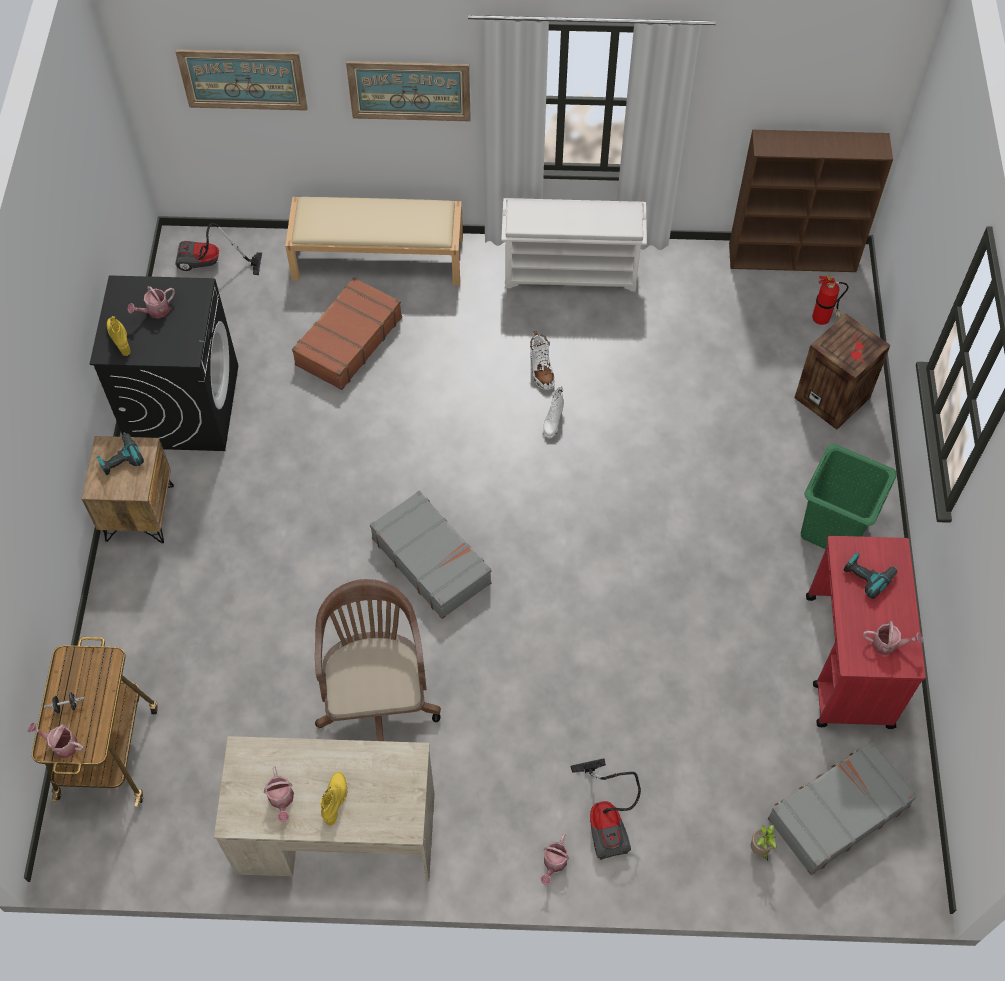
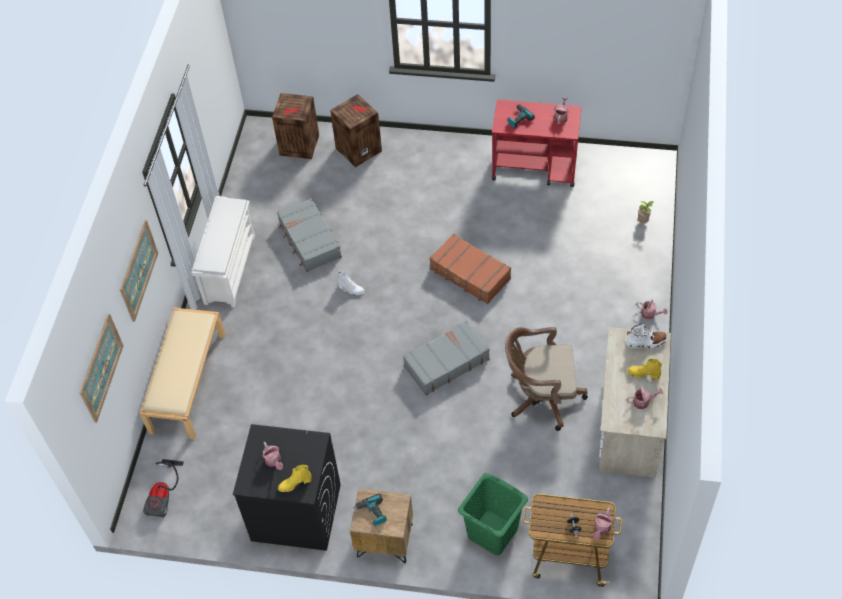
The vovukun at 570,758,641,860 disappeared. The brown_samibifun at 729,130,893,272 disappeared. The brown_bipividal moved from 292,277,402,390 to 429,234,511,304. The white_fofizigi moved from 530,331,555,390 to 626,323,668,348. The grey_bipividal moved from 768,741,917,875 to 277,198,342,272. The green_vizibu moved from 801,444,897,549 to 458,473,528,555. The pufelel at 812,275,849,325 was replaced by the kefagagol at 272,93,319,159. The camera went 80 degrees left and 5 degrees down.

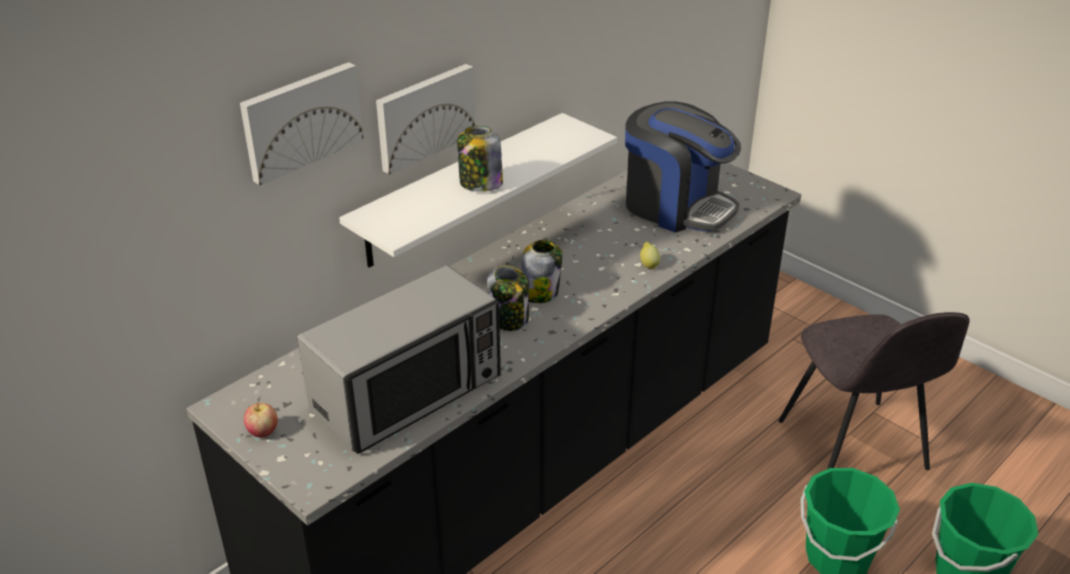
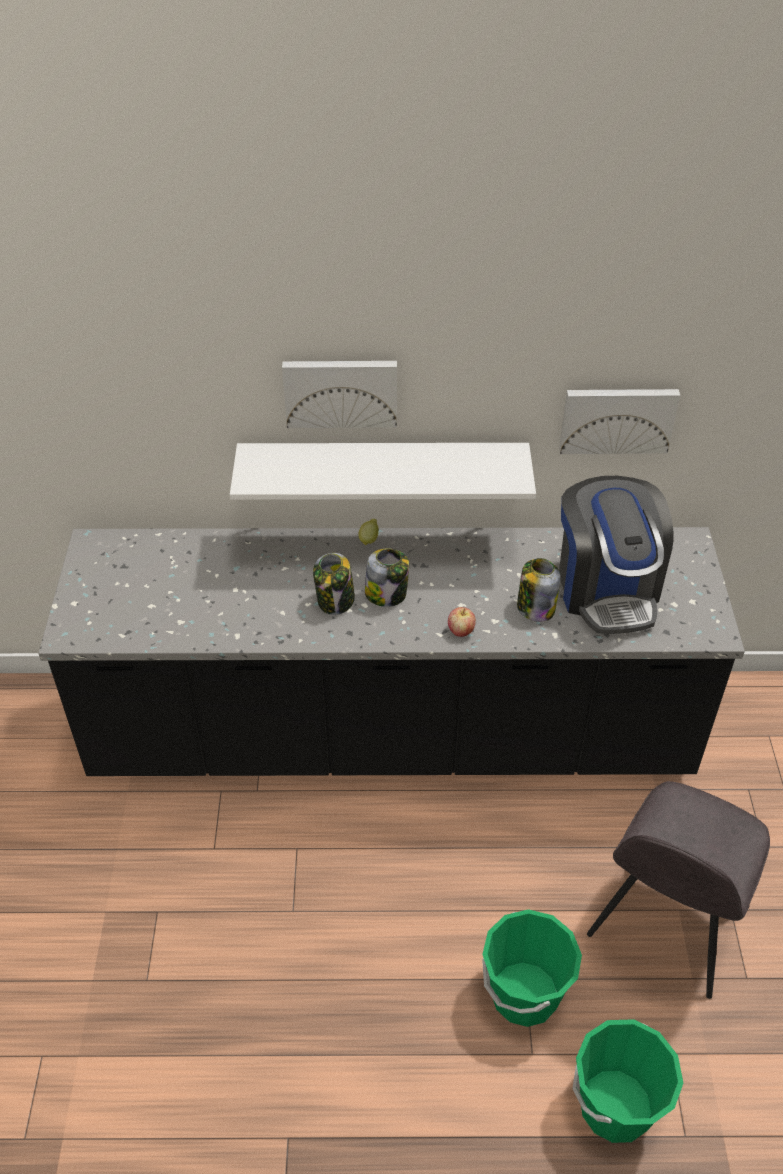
The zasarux at 297,265,501,454 disappeared. The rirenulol moved from 240,62,364,185 to 559,389,680,454. The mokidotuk moved from 244,403,278,438 to 448,607,476,637. The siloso moved from 457,126,503,192 to 517,558,561,622. The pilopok moved from 640,242,660,270 to 358,519,379,545. The camera went 45 degrees right and 10 degrees up.

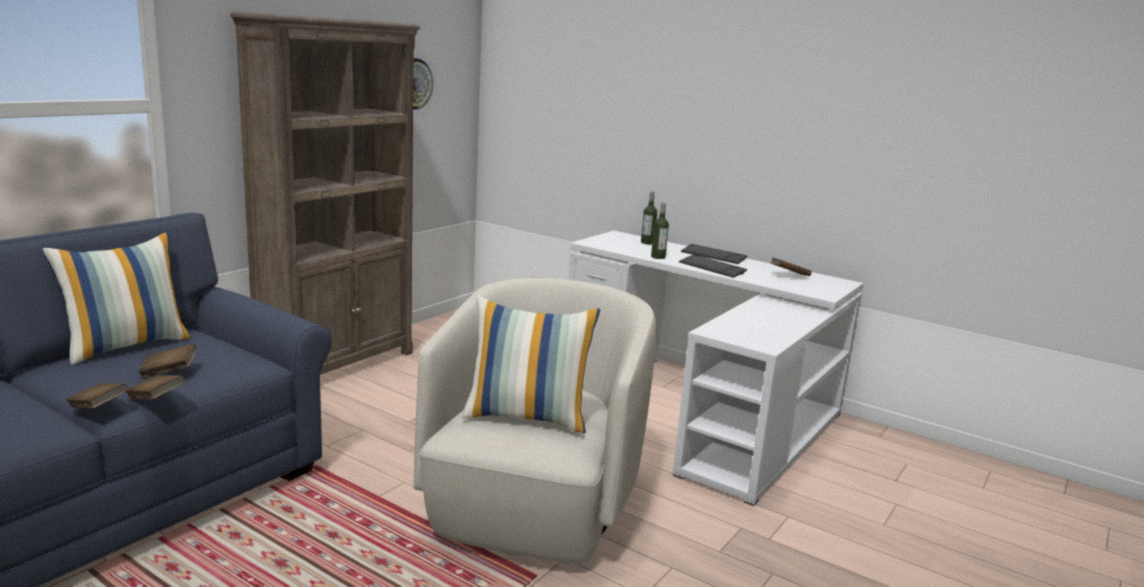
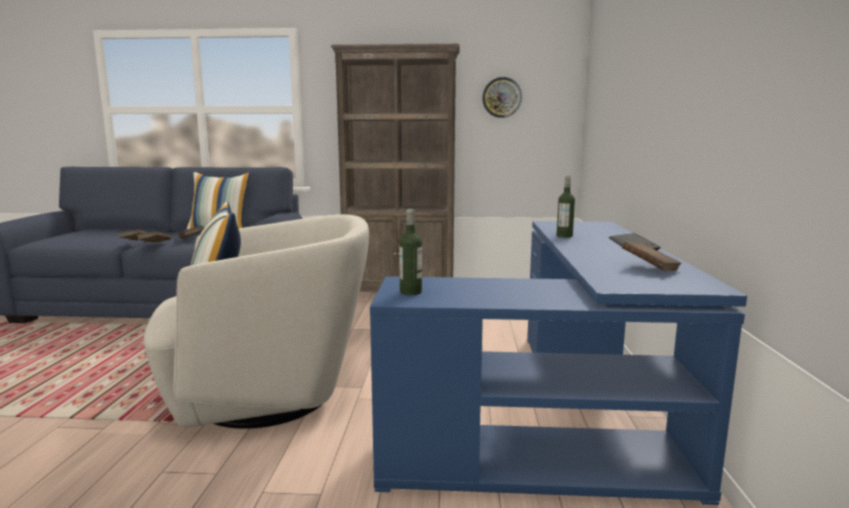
The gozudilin at 679,255,747,278 disappeared. The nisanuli moved from 641,191,657,244 to 399,209,422,295. The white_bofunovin at 568,231,864,506 became the blue_bofunovin at 370,221,747,505. The camera went 60 degrees right and 5 degrees down.

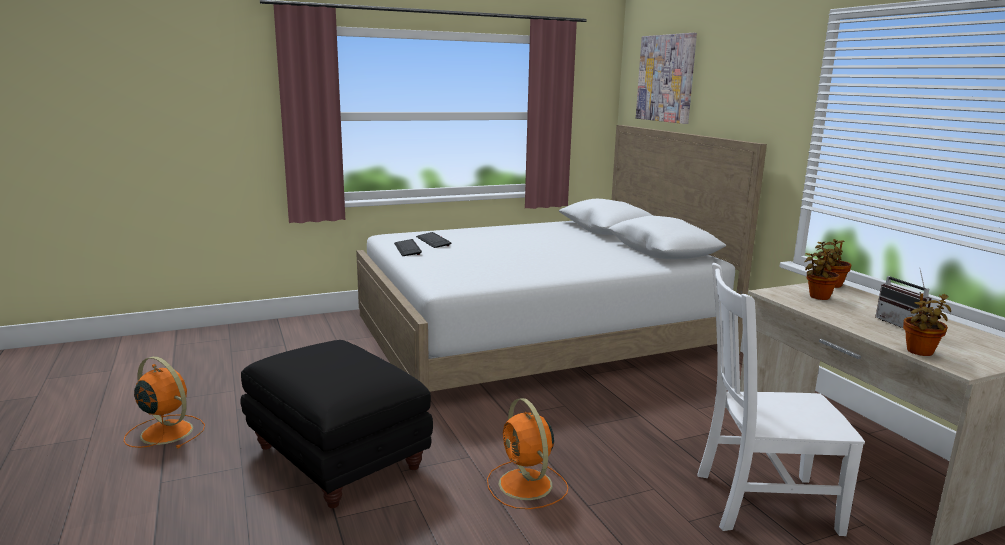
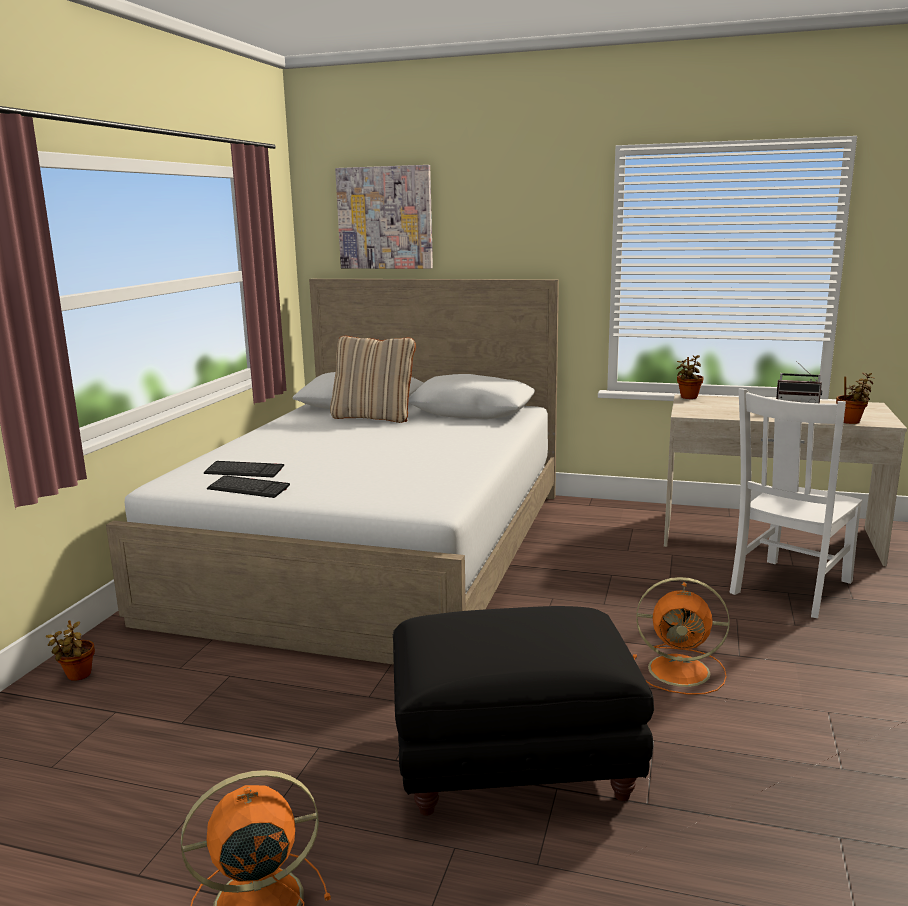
The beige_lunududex at 330,336,416,423 appeared. The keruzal moved from 804,249,840,300 to 46,620,95,681. The camera went 50 degrees left and 0 degrees up.

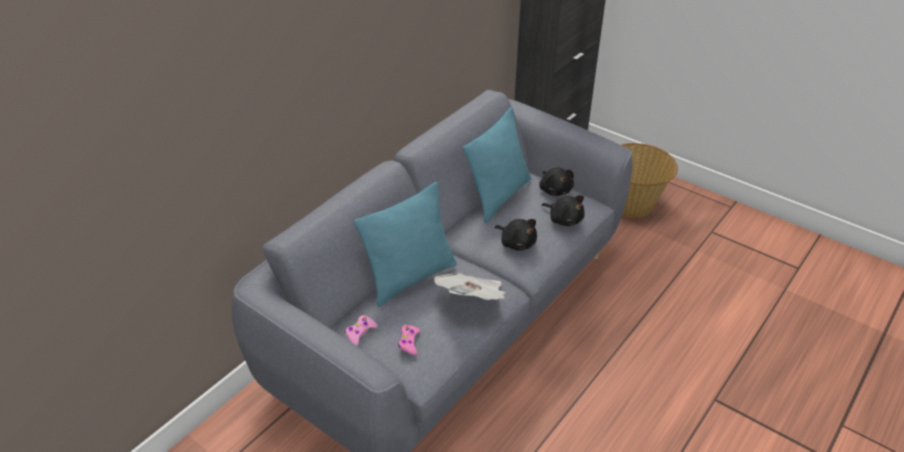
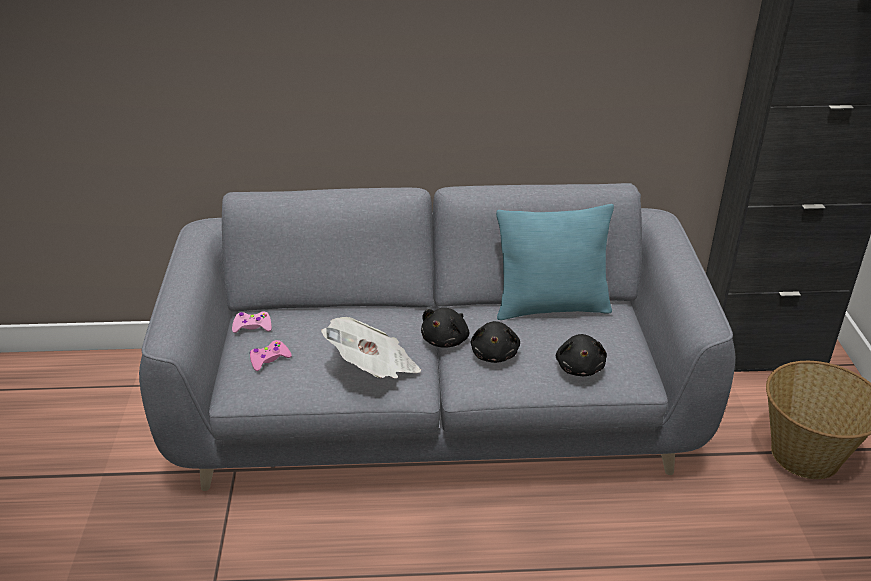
The turquoise_lunududex at 354,182,457,307 disappeared. The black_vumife moved from 539,167,574,196 to 421,308,469,348. The camera went 50 degrees right and 5 degrees down.

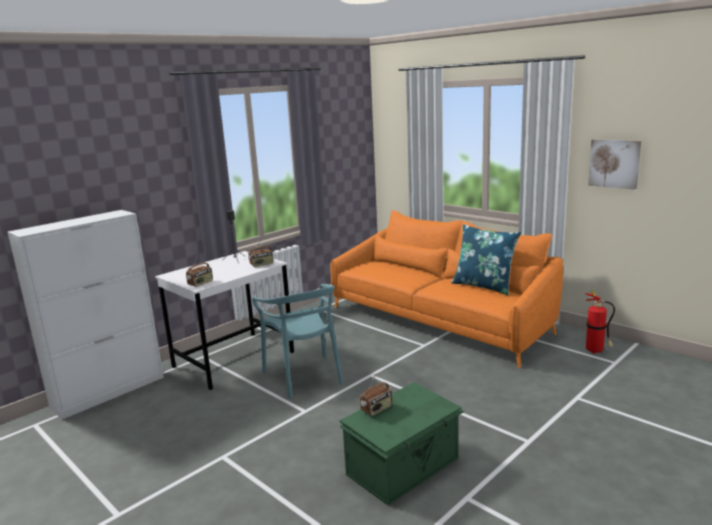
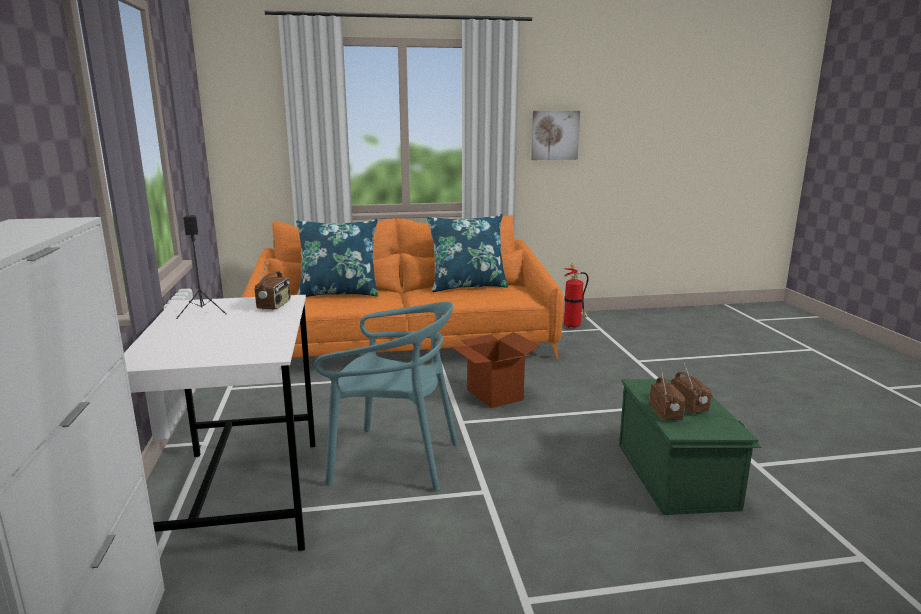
The blue_lunududex at 296,219,379,297 appeared. The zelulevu at 451,332,540,408 appeared. The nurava moved from 186,256,213,287 to 671,362,712,414. The camera went 55 degrees left and 0 degrees up.

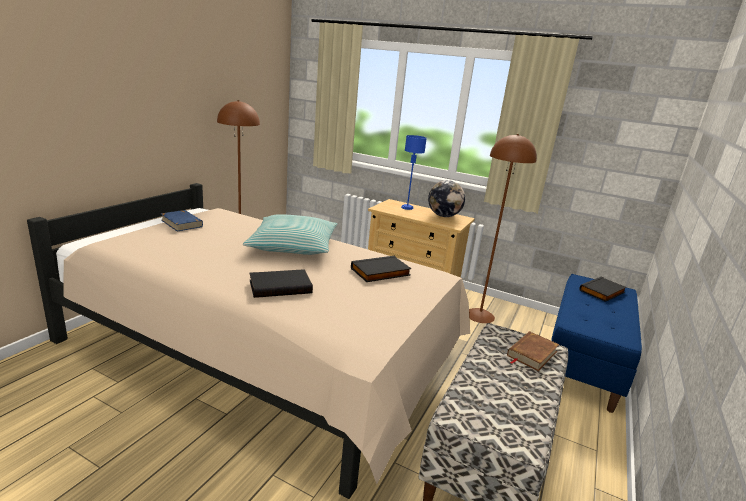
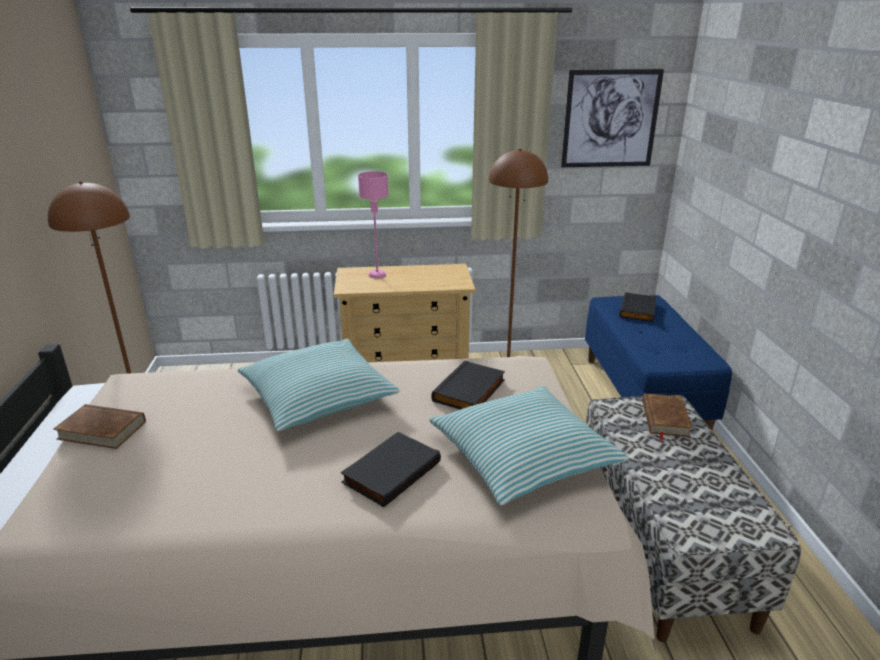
The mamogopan at 428,180,465,217 disappeared. The lunududex at 429,385,629,505 appeared. The rirenulol at 561,69,664,167 appeared. The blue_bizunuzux at 161,210,203,231 became the brown_bizunuzux at 53,404,146,449. The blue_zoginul at 401,135,427,210 became the pink_zoginul at 358,171,389,279. The camera went 30 degrees left and 5 degrees up.

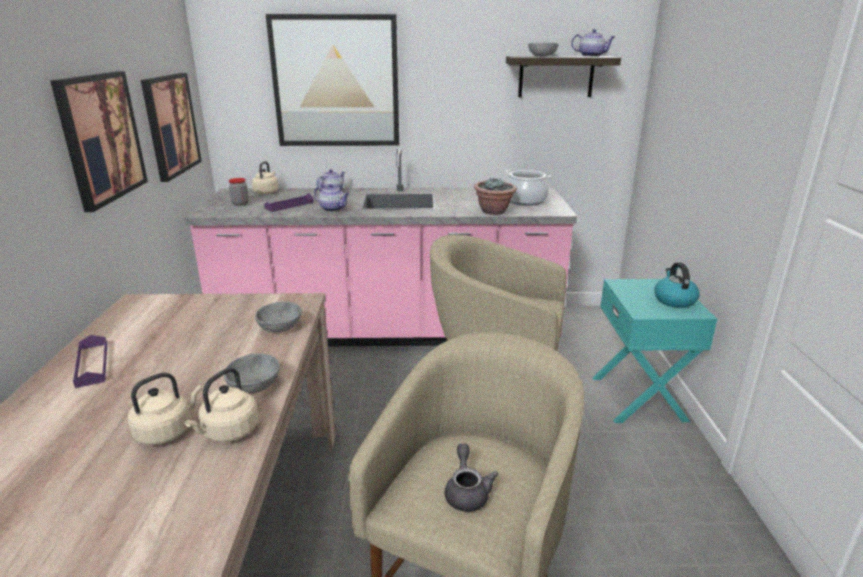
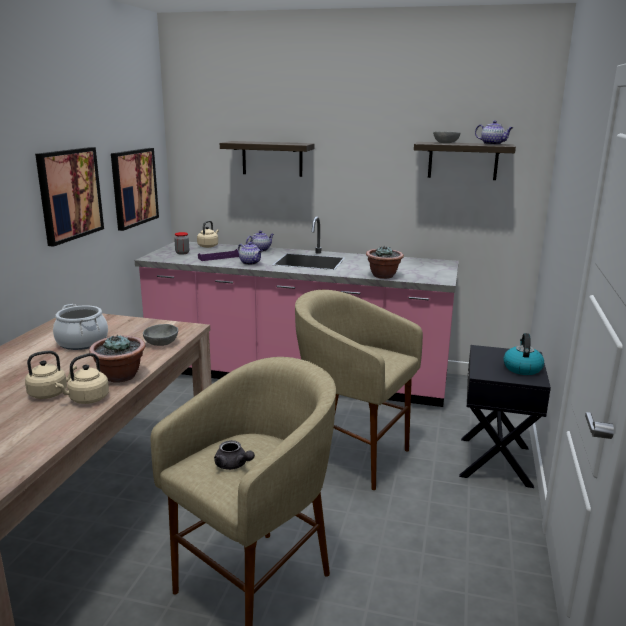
The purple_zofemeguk at 73,335,107,388 disappeared. The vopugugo moved from 505,170,551,205 to 53,304,108,350. The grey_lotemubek at 224,353,280,394 was replaced by the keruzal at 89,334,145,383. The rirenulol at 266,14,399,146 was replaced by the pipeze at 220,141,314,177. The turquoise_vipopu at 593,279,717,423 became the black_vipopu at 459,345,551,488. The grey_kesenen at 445,443,498,512 turned 120 degrees clockwise. The camera went 15 degrees right and 5 degrees down.

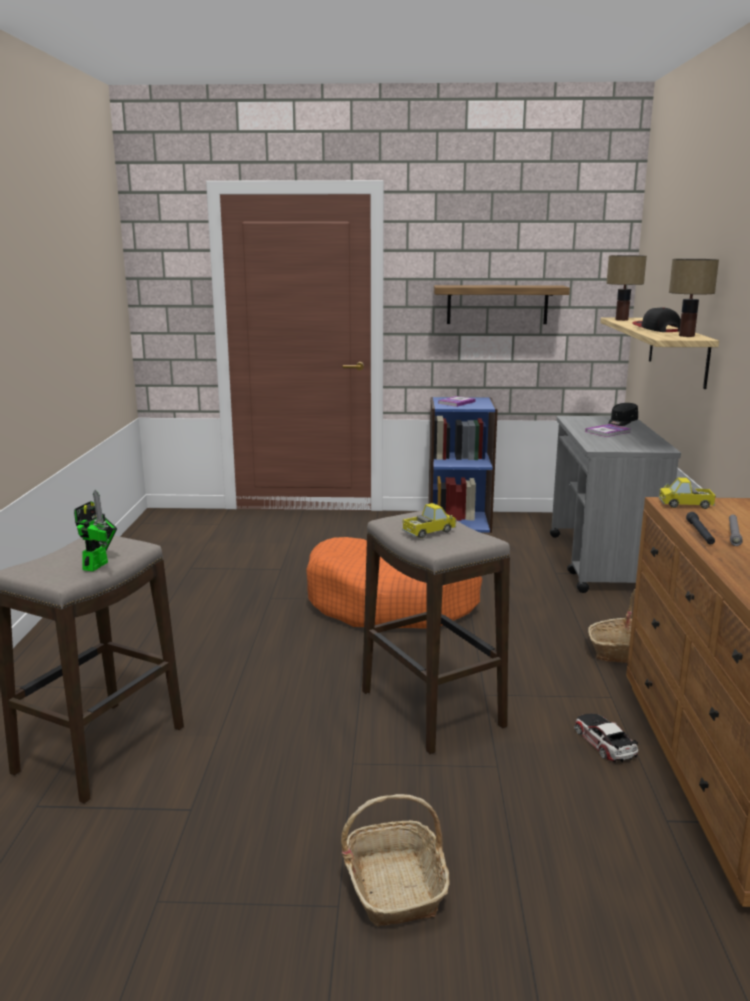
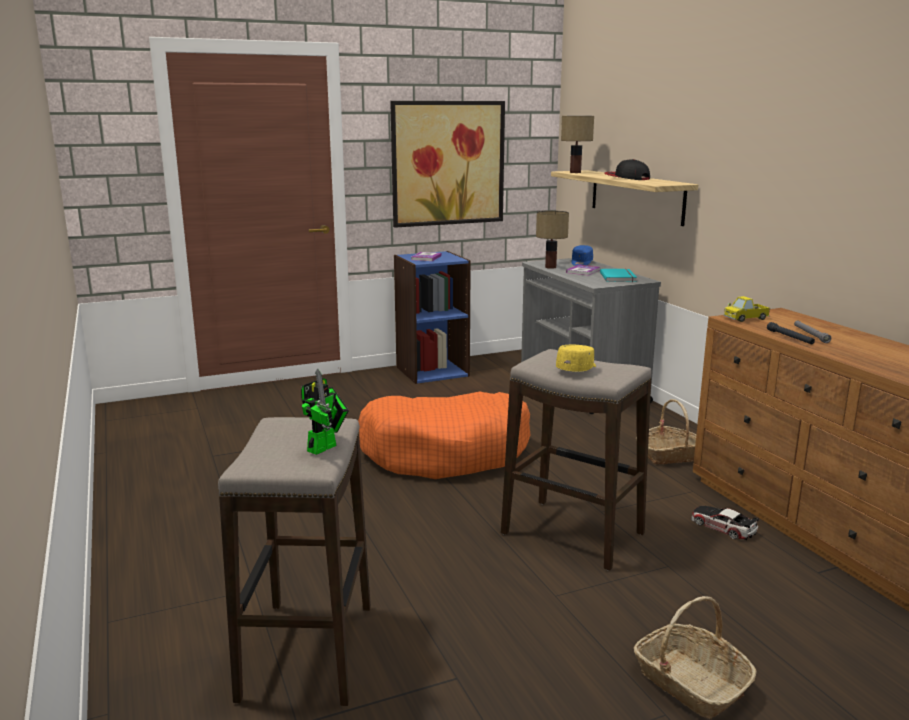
The turquoise_bizunuzux at 600,269,637,282 appeared. The zoginul moved from 669,259,719,337 to 536,211,569,269. The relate at 402,503,456,538 was replaced by the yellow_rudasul at 556,345,596,372. The pipeze at 434,285,570,324 was replaced by the rirenulol at 390,101,505,228. The black_rudasul at 608,403,638,426 became the blue_rudasul at 571,245,593,266. The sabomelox at 74,490,117,571 turned 45 degrees clockwise. The camera went 25 degrees left and 0 degrees up.

